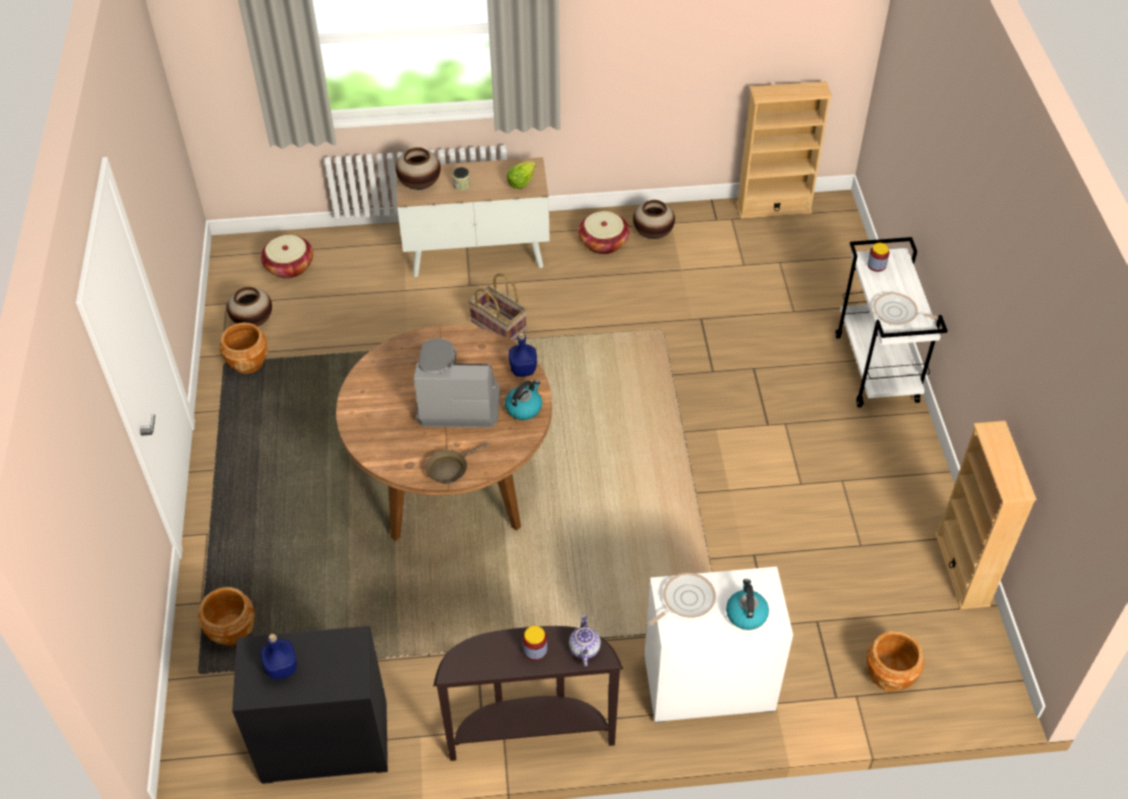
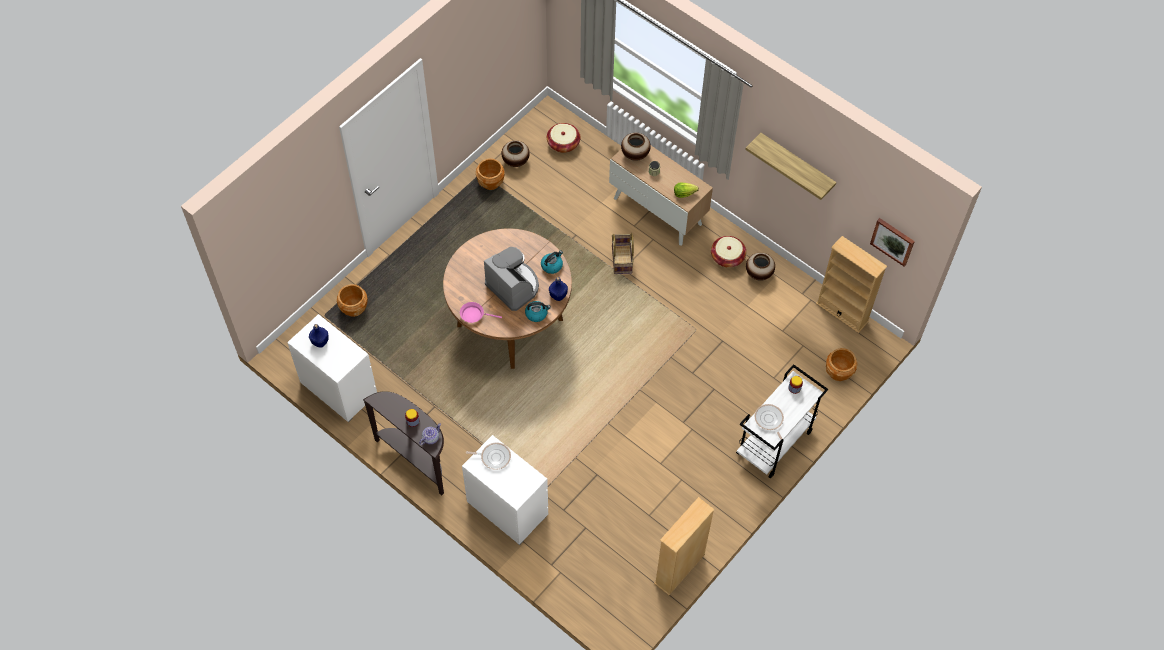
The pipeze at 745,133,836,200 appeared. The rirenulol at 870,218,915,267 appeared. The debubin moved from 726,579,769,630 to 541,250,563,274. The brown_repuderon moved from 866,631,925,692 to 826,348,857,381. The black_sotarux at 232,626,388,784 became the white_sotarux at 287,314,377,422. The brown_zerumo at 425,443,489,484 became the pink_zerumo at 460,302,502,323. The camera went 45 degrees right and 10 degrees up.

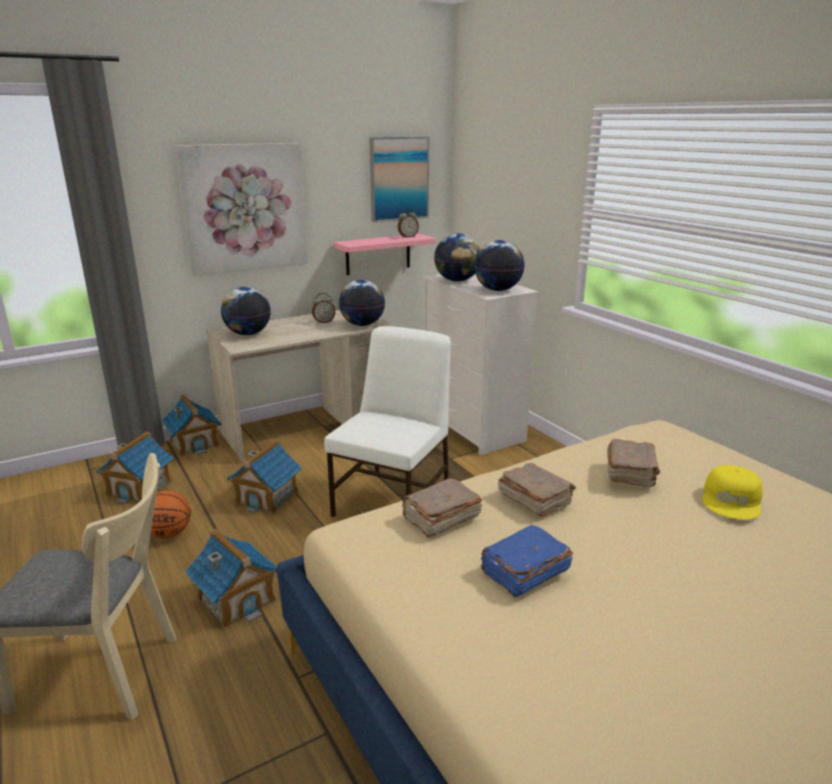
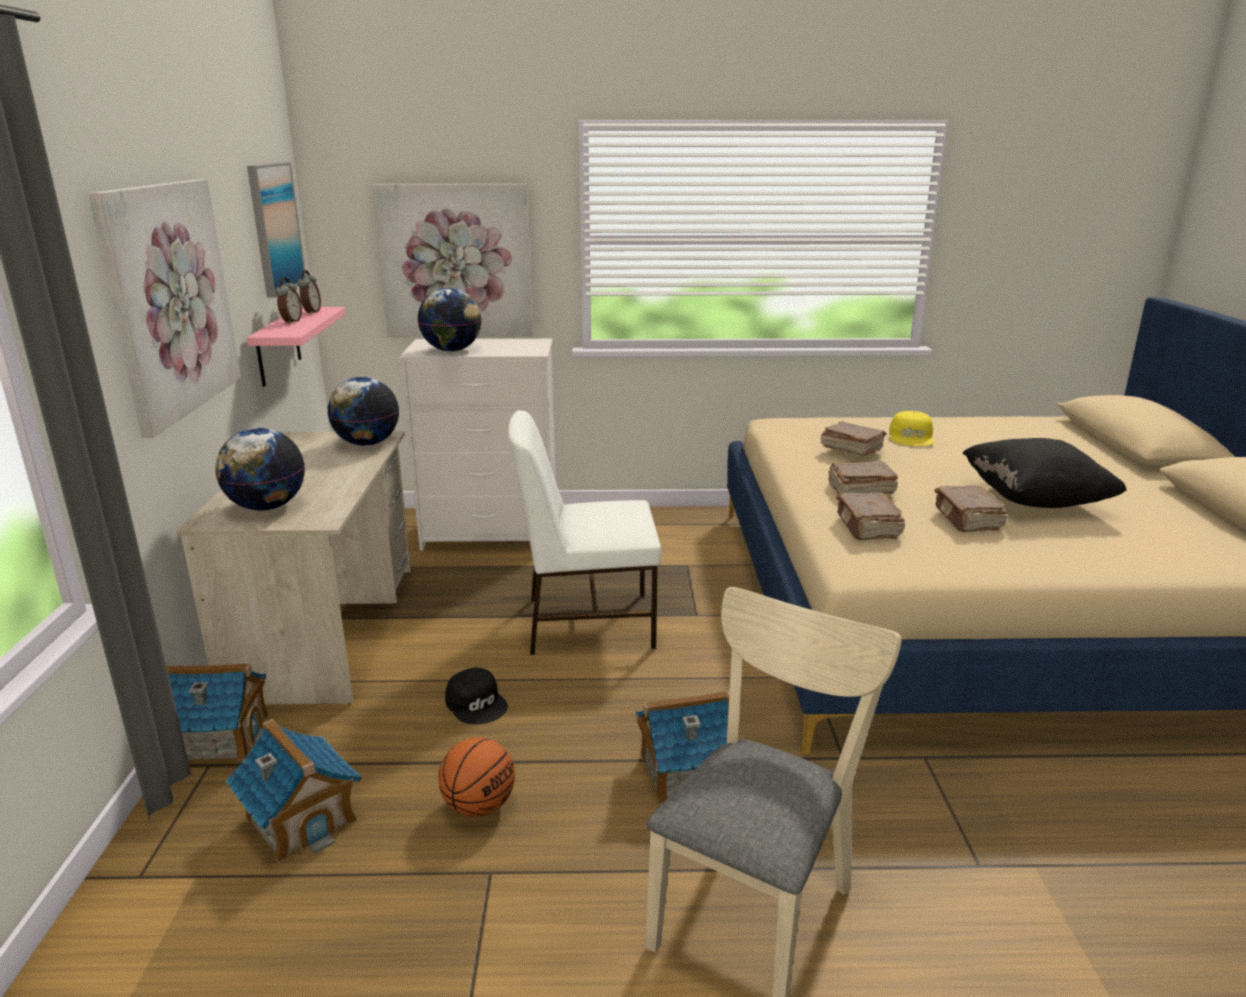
The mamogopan at 474,240,525,291 disappeared. The rirenulol at 372,184,533,337 appeared. The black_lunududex at 962,438,1126,508 appeared. The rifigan moved from 312,293,335,324 to 275,278,302,324. The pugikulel at 227,439,302,514 was replaced by the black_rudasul at 445,668,508,724. The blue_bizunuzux at 481,525,573,598 became the brown_bizunuzux at 935,485,1008,532. The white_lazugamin at 324,326,451,517 turned 60 degrees counterclockwise. The yellow_rudasul at 703,465,763,520 turned 45 degrees clockwise. The camera went 60 degrees left and 0 degrees up.

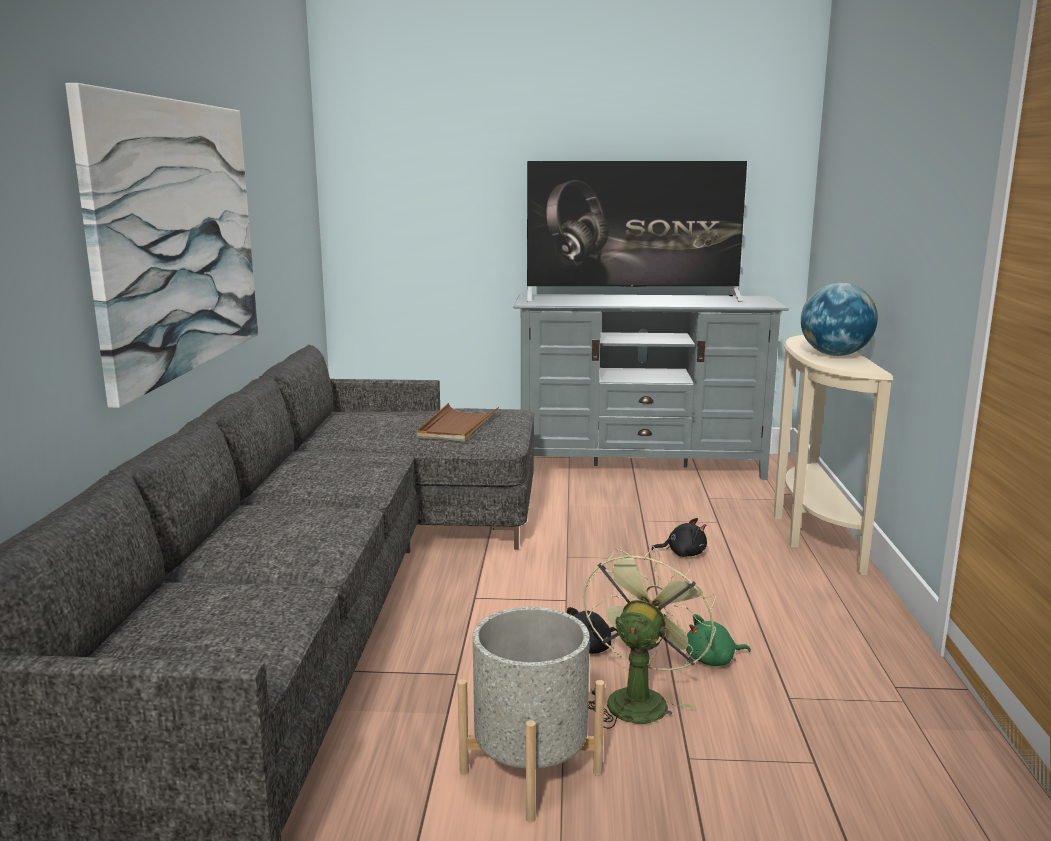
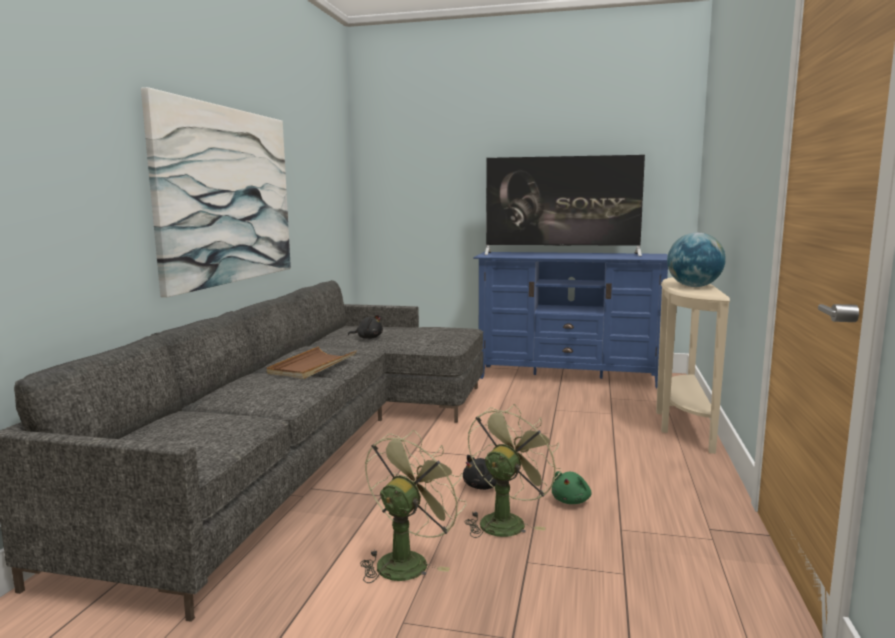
The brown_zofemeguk moved from 417,403,499,442 to 267,346,356,379. The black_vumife moved from 651,518,707,557 to 348,315,383,339. The grey_repuderon at 458,607,605,822 was replaced by the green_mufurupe at 360,430,467,583. The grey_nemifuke at 513,294,789,480 became the blue_nemifuke at 473,252,668,389. The green_vumife at 686,614,751,666 turned 60 degrees counterclockwise. The camera went 10 degrees right and 5 degrees down.

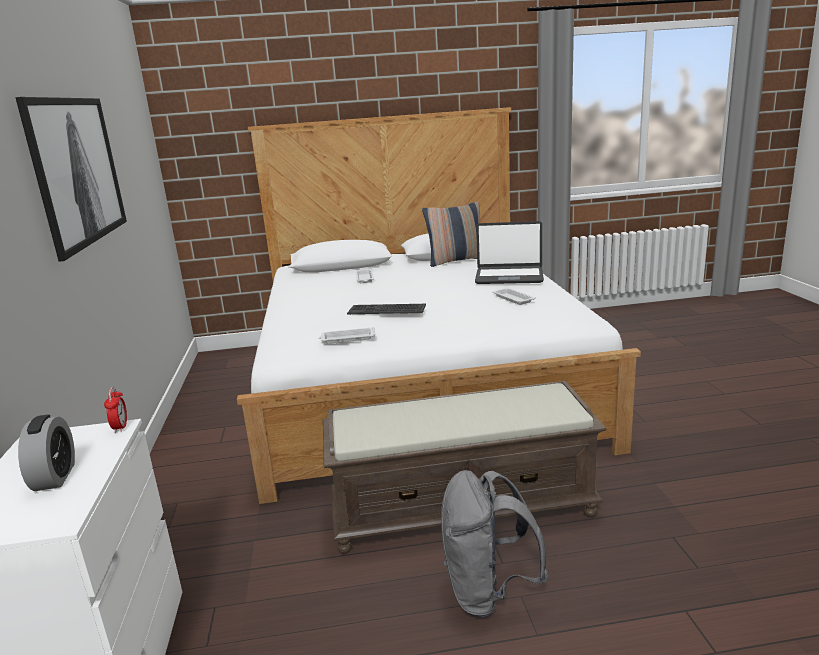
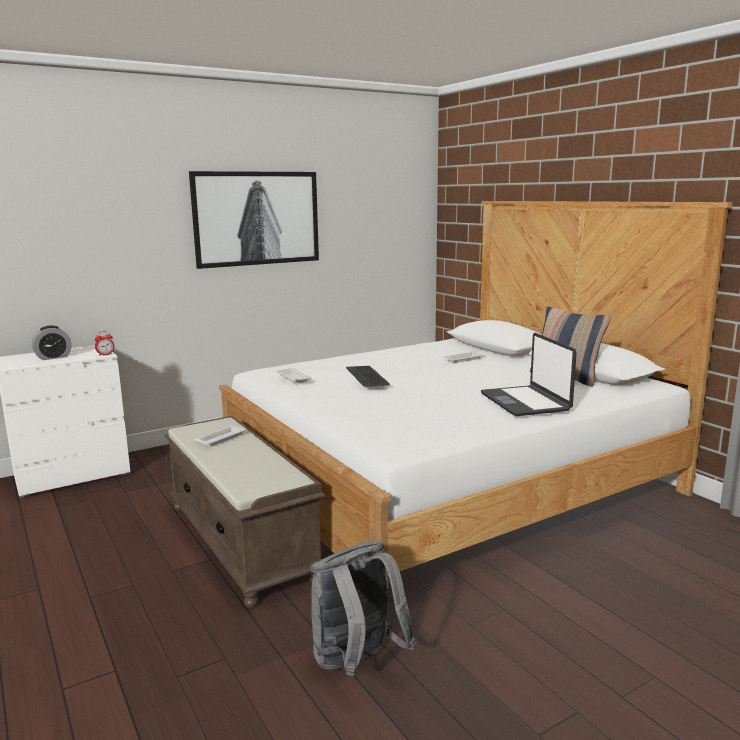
The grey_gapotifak moved from 441,470,548,618 to 310,540,416,676. The white_zofemeguk moved from 492,288,536,305 to 194,426,246,446. The camera went 65 degrees right and 5 degrees down.

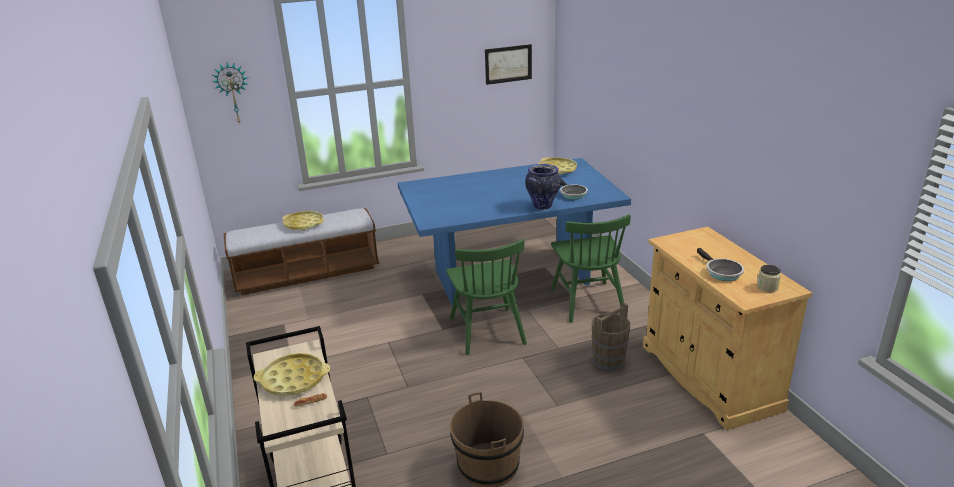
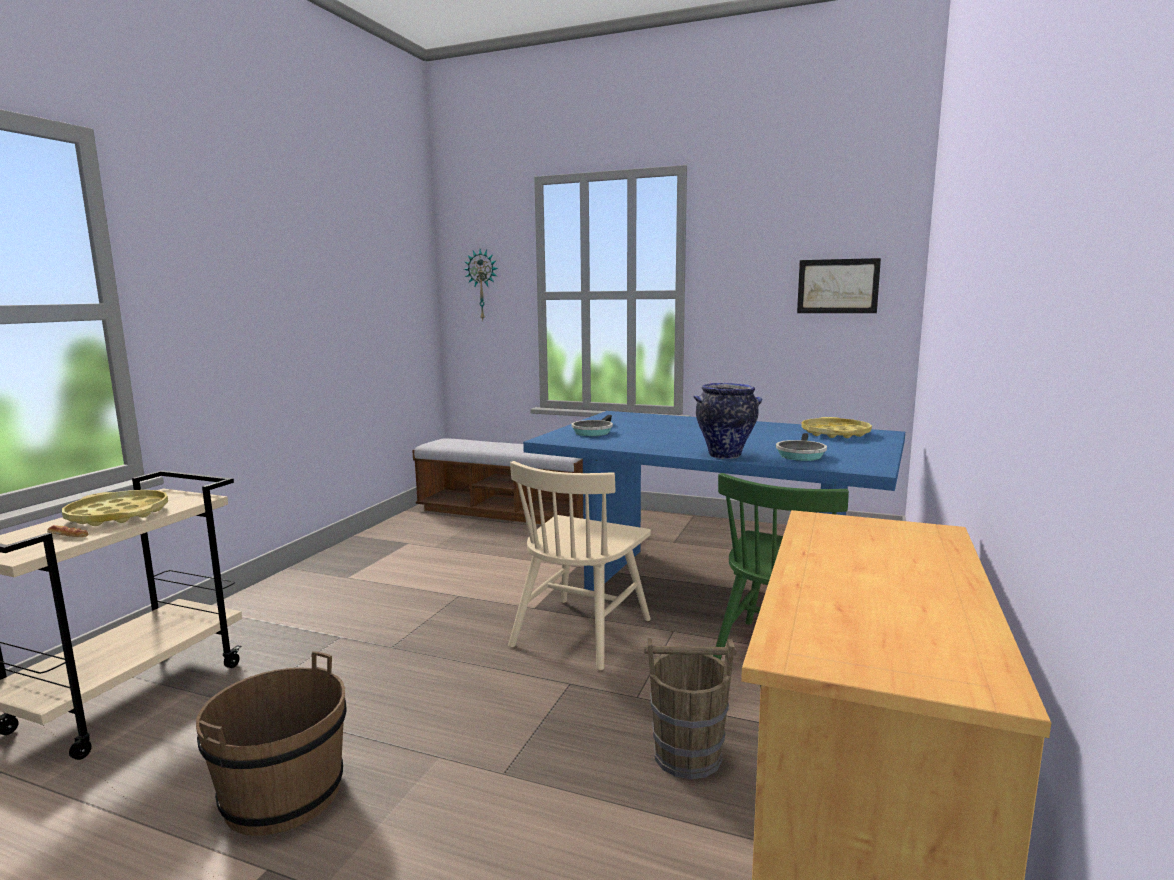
The yellow_zofemeguk at 282,211,324,231 disappeared. The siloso at 757,265,781,292 disappeared. The zerumo moved from 697,248,744,281 to 571,415,613,436. The green_lazugamin at 446,239,527,355 became the beige_lazugamin at 508,461,651,670. The camera went 40 degrees right and 15 degrees down.

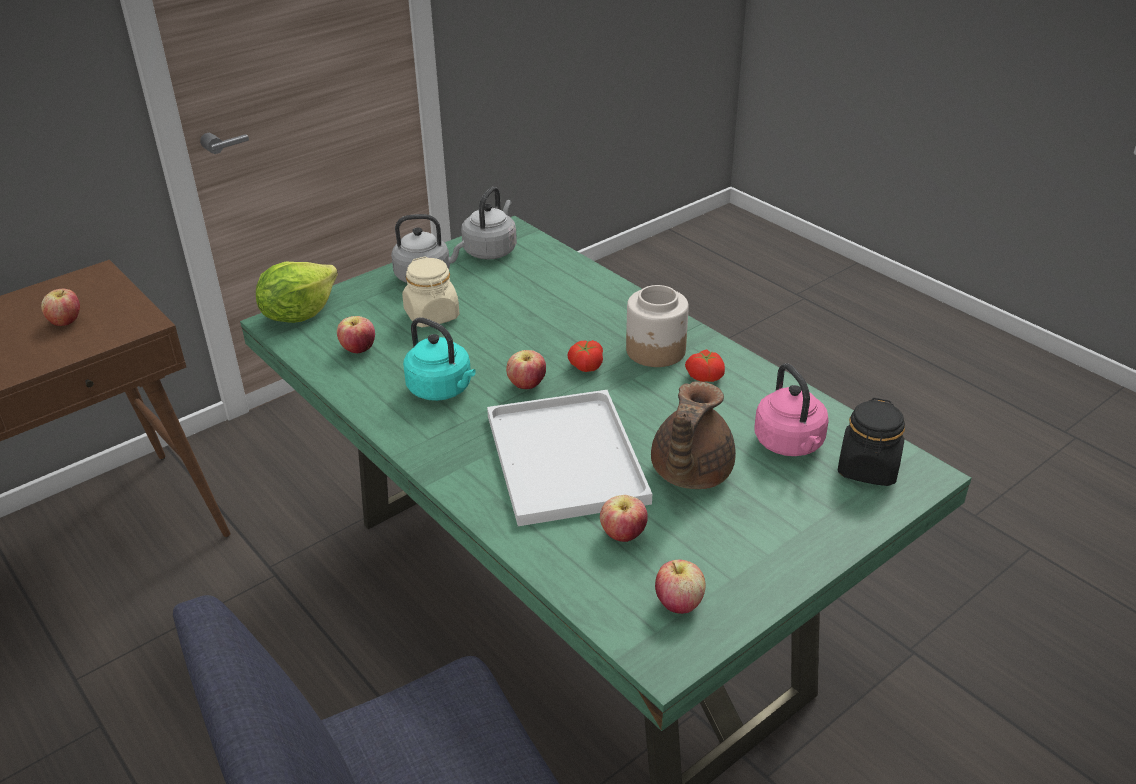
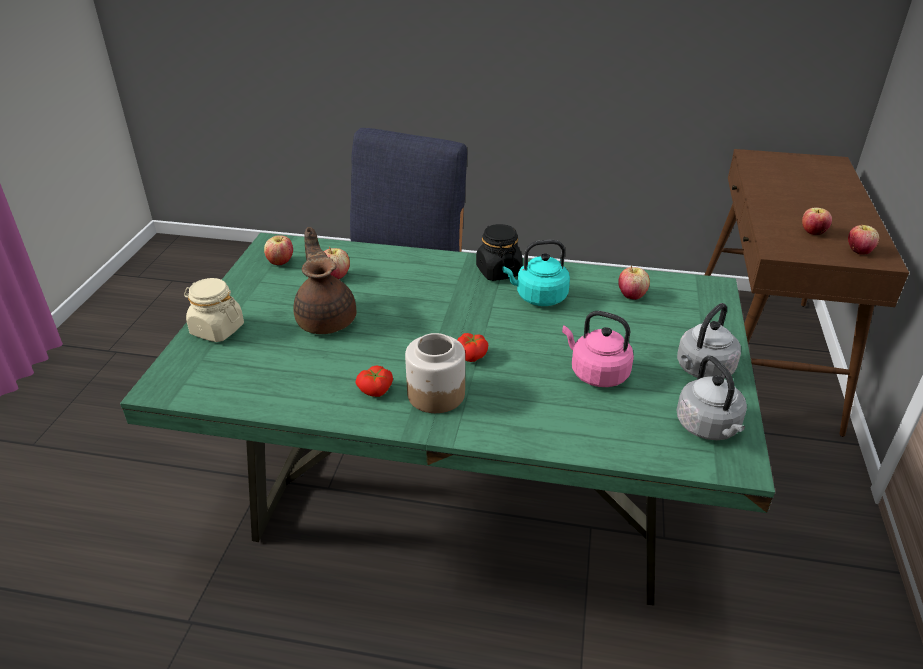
The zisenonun at 256,262,338,323 disappeared. The white_zofemeguk at 487,390,652,526 disappeared. The beige_siloso moved from 402,256,460,328 to 184,278,244,342. The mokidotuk moved from 506,350,546,389 to 848,224,879,255. The pink_debubin moved from 755,363,829,456 to 562,311,634,387. The black_siloso moved from 838,398,905,486 to 476,224,523,281. The camera went 140 degrees right and 0 degrees up.

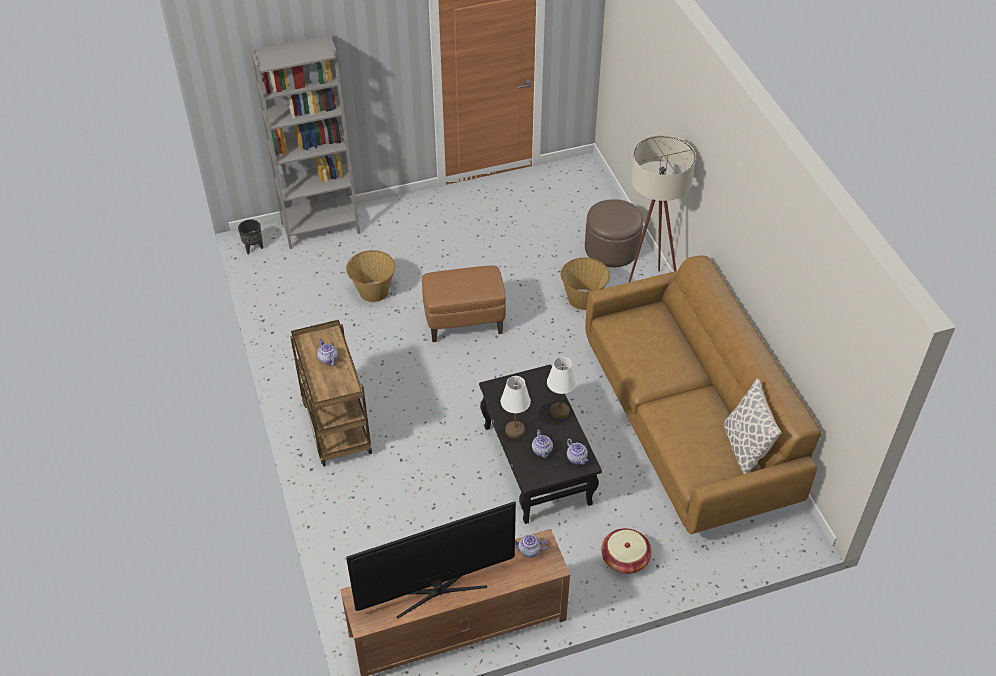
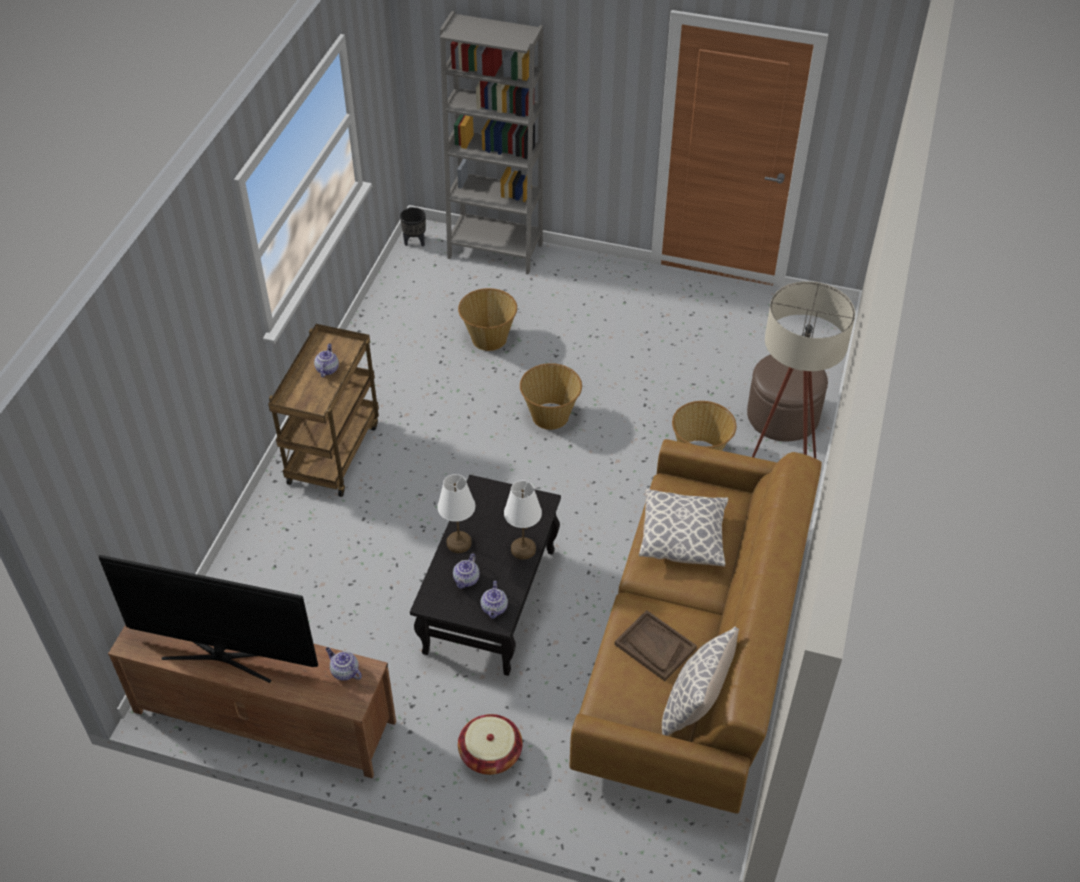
The brown_zofemeguk at 615,610,697,681 appeared. The lunududex at 639,489,728,567 appeared. The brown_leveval at 422,266,506,342 was replaced by the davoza at 520,363,582,430. The camera went 35 degrees right and 0 degrees up.

